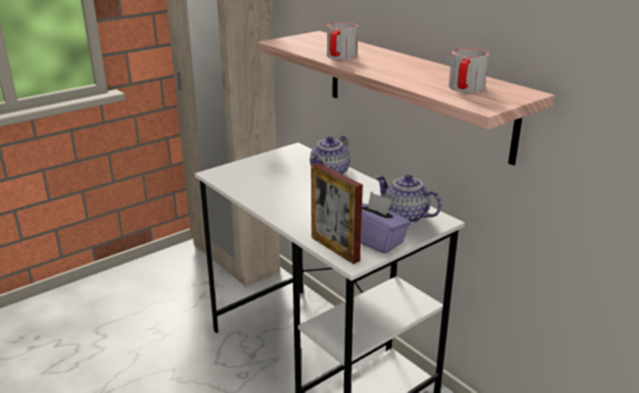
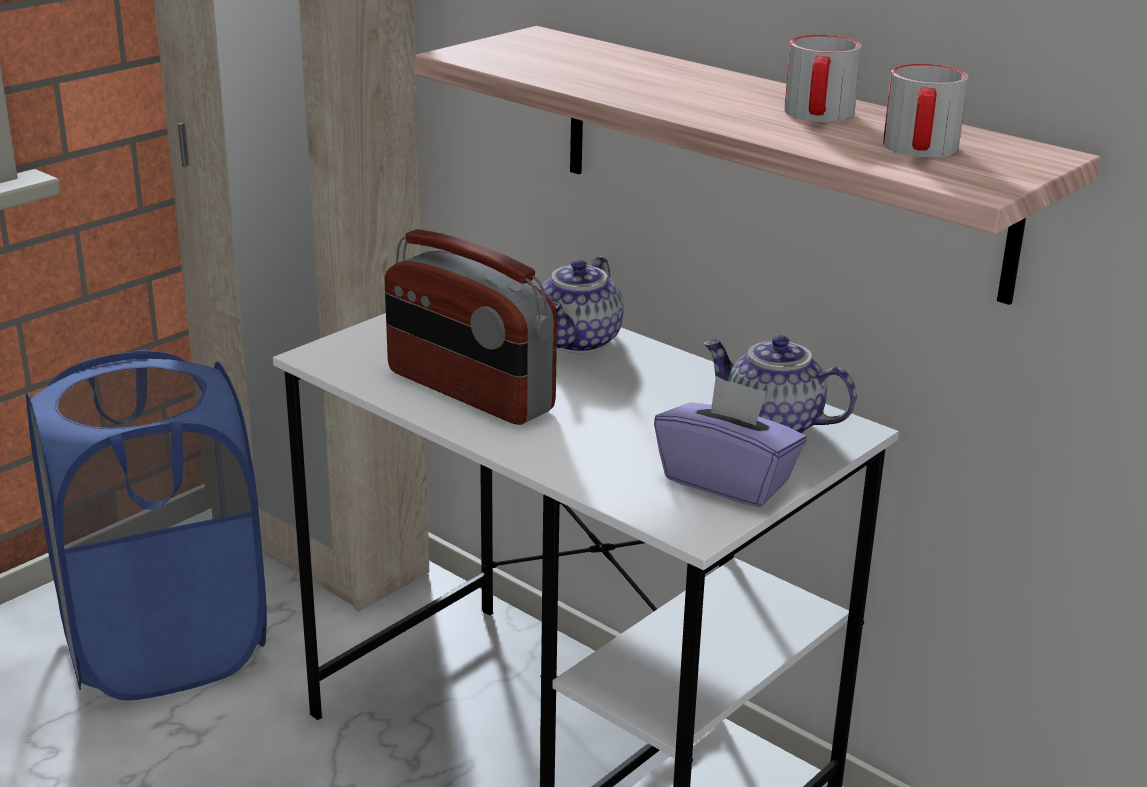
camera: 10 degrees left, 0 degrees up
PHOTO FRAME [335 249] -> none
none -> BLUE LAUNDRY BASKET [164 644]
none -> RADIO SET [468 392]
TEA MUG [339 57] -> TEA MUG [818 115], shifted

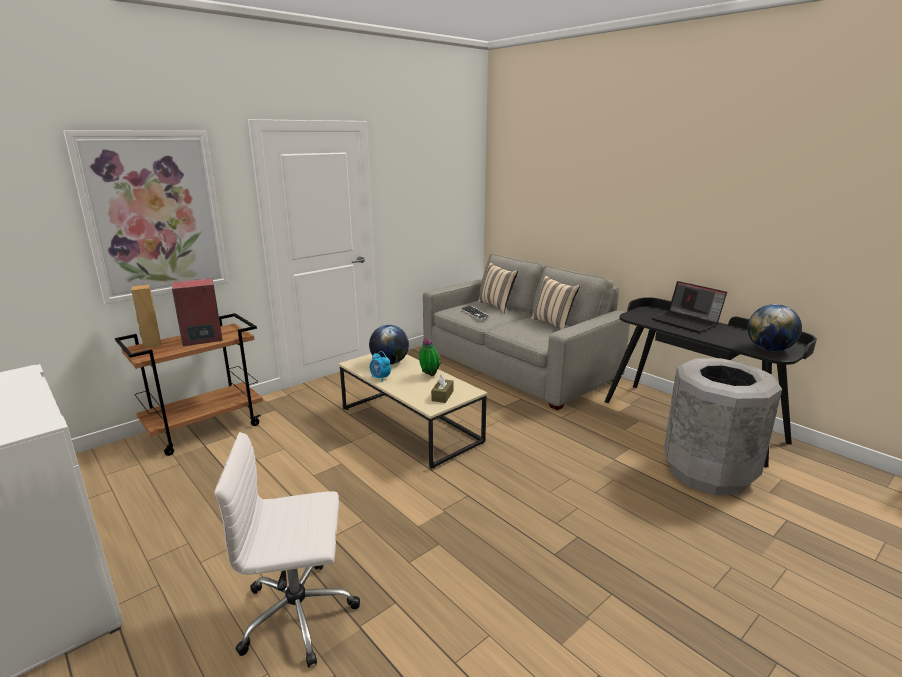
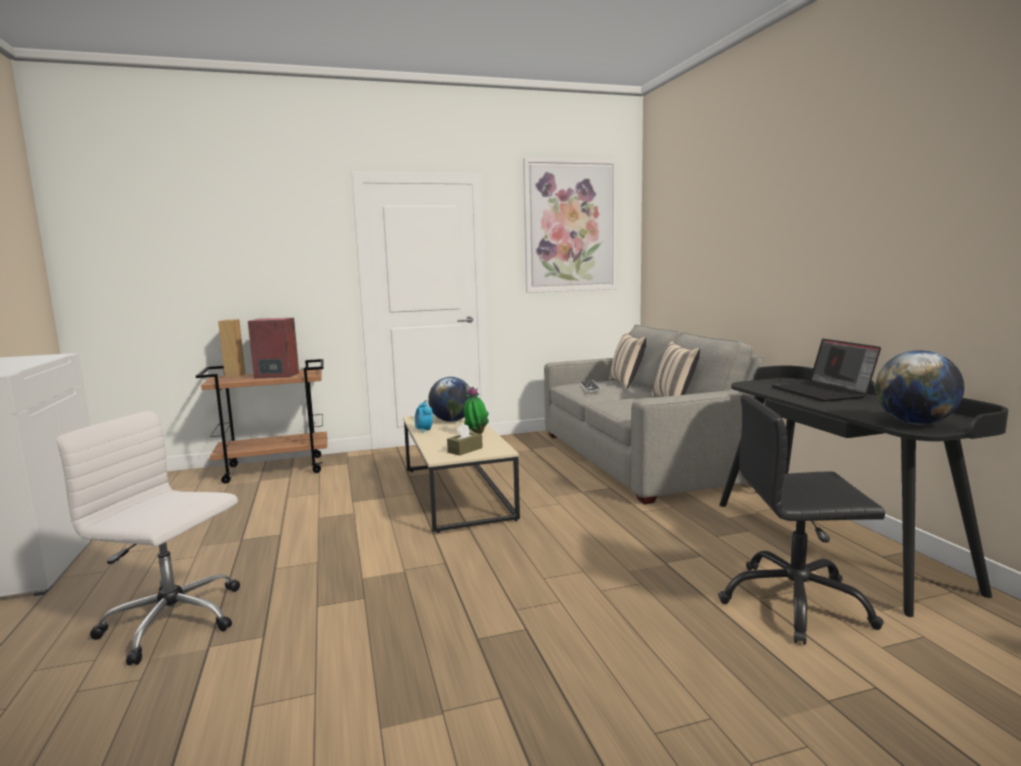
camera: 25 degrees right, 10 degrees down
WALL ART [154 215] -> WALL ART [570 226], shifted
GREYISH WASTE BIN [707 472] -> BLACK-COLOURED OFFICE CHAIR [795 603]

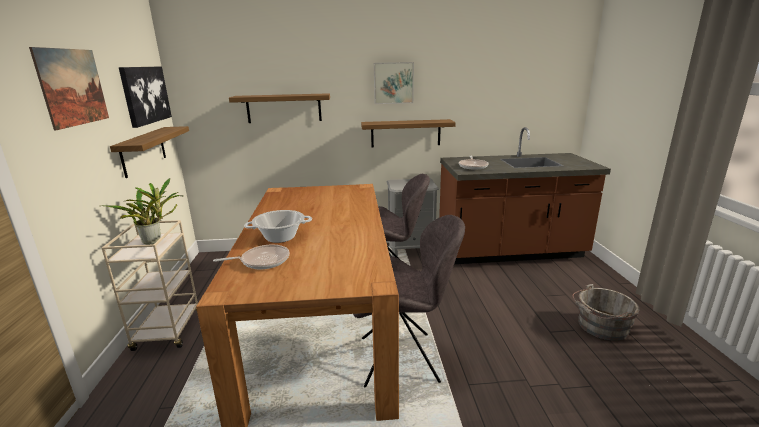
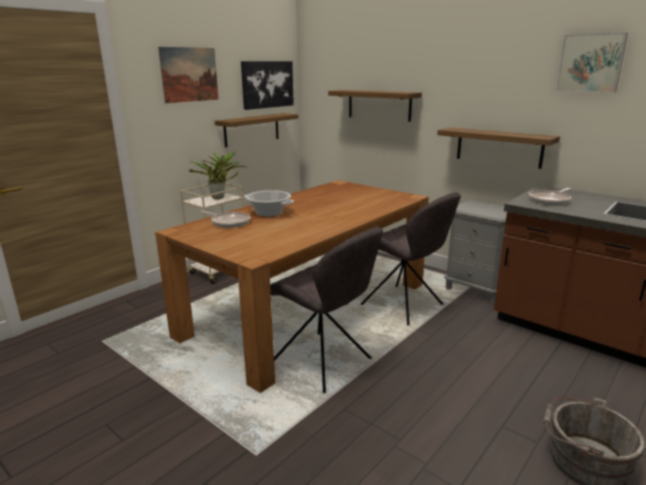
camera: 45 degrees right, 0 degrees up
WALL ART [393 83] -> WALL ART [591 63], shifted

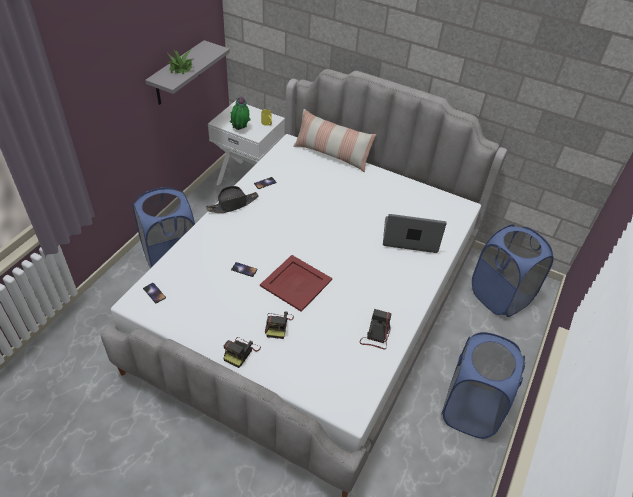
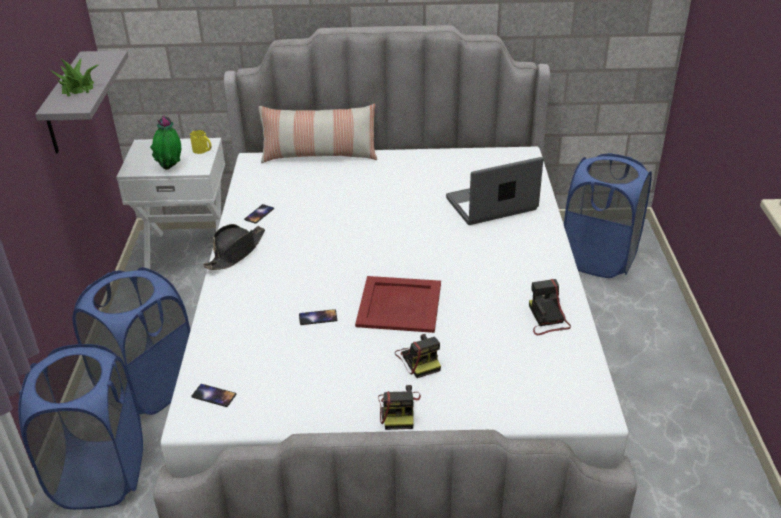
camera: 25 degrees left, 10 degrees down
BLUE LAUNDRY BASKET [470 409] -> BLUE LAUNDRY BASKET [100 474], shifted

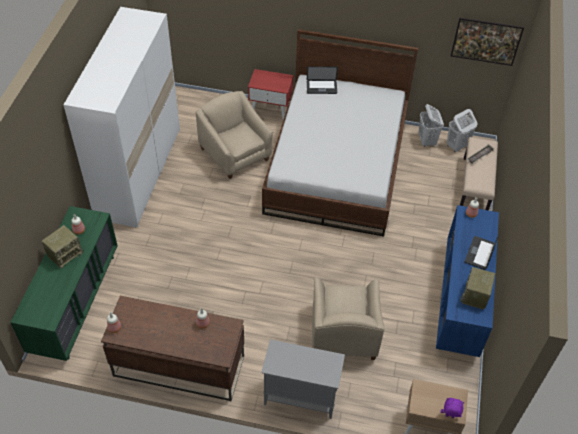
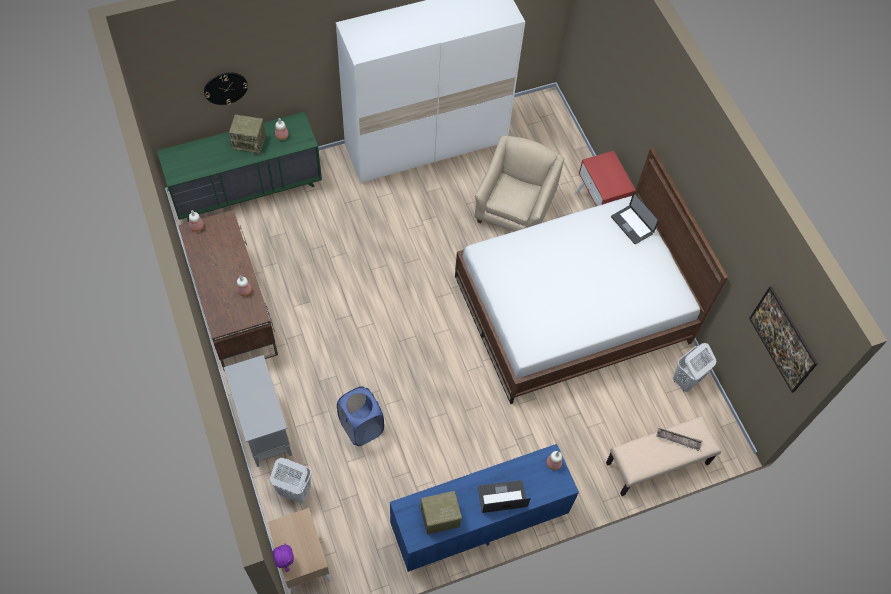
camera: 55 degrees right, 10 degrees up
none -> HANGING CLOCK [225 88]
WHITISH LAUNDRY BASKET [457 146] -> WHITISH LAUNDRY BASKET [294 490], shifted
BEIGE EASY CHAIR [343 332] -> BLUE LAUNDRY BASKET [361 427]

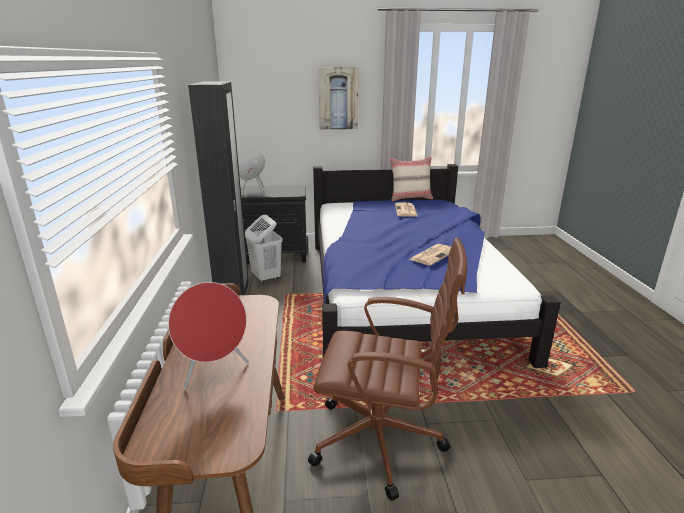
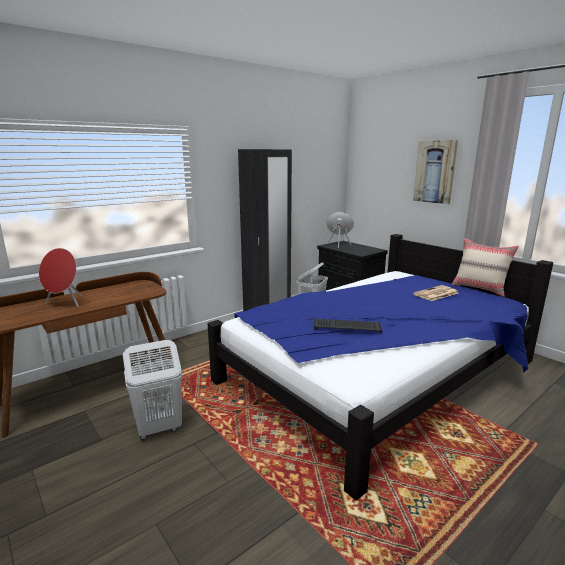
camera: 55 degrees right, 5 degrees down
BROWNISH OFFICE CHAIR [381 441] -> WHITISH LAUNDRY BASKET [158 428]
DAILY PAPER [433 255] -> PC KEYBOARD [347 326]

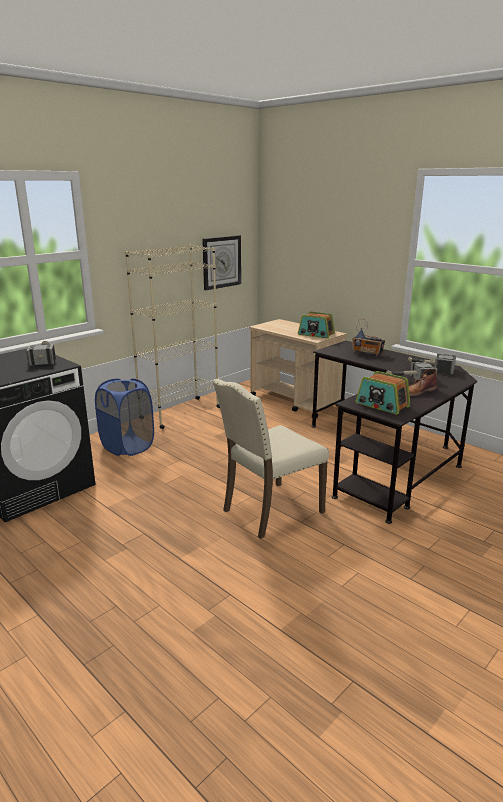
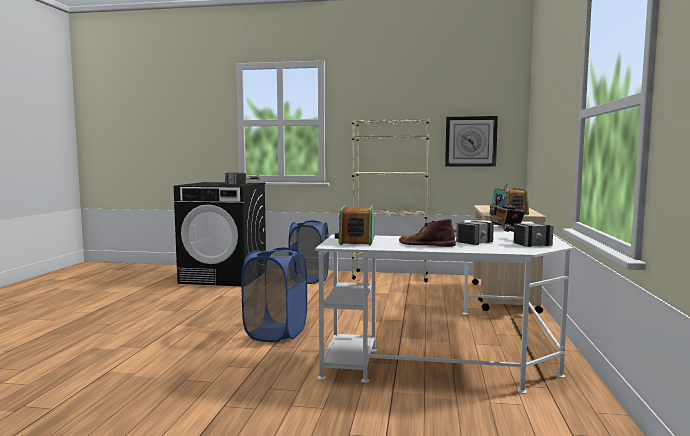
camera: 55 degrees right, 15 degrees down
BEIGE PLAIN CHAIR [270 511] -> BLUE LAUNDRY BASKET [276 333]
BLACK-COLOURED DESK [386 457] -> WHITISH DESK [464 352]

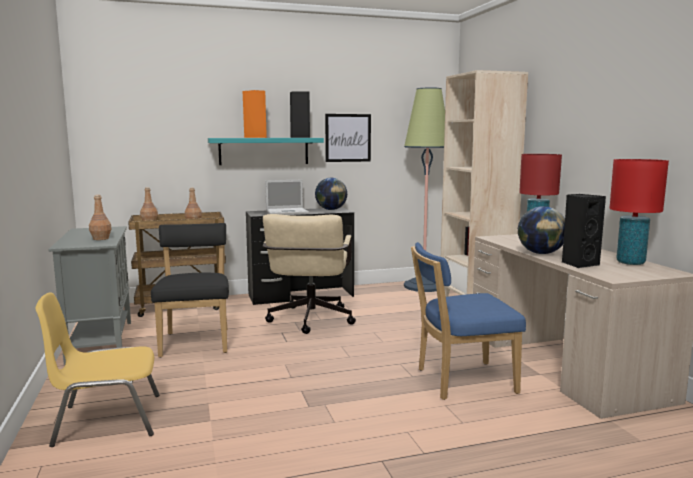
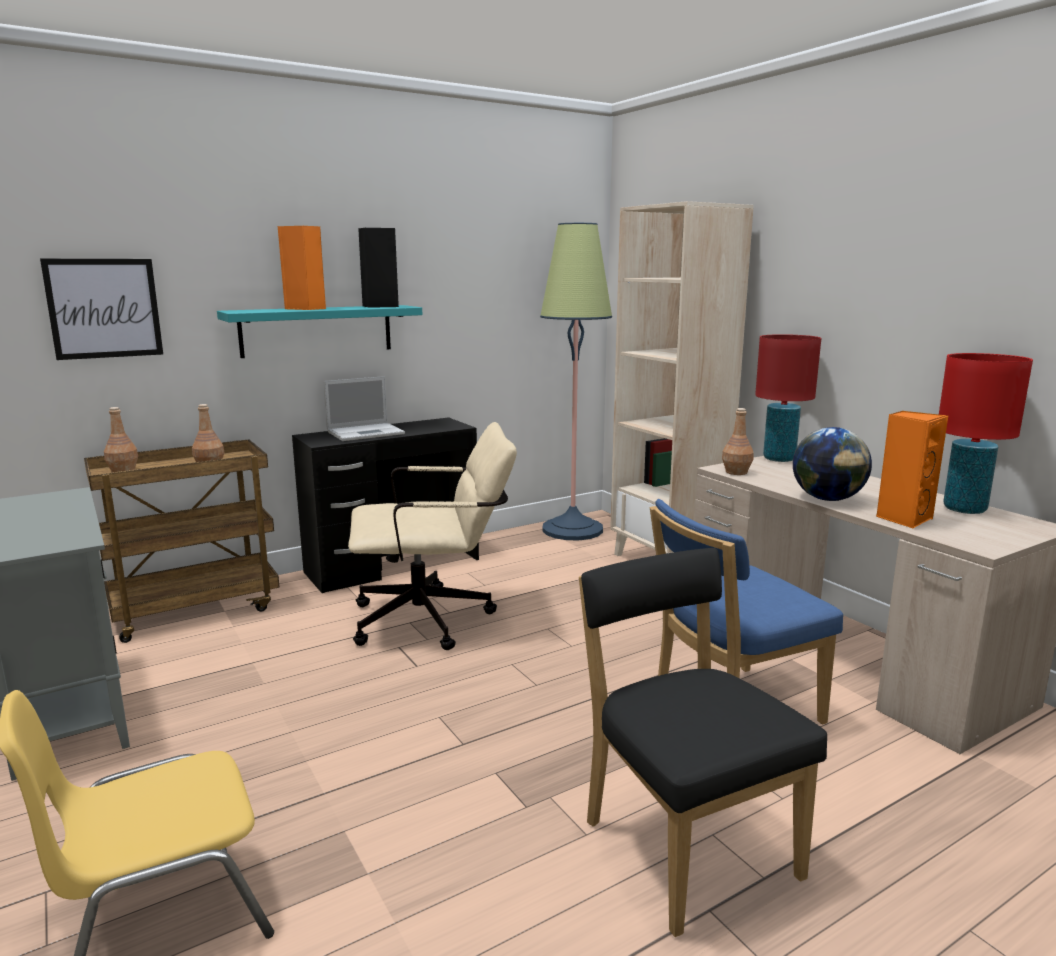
camera: 15 degrees left, 5 degrees up
GLOBE [331 209] -> none
BROWNISH BEVERAGE BOTTLE [101 238] -> BROWNISH BEVERAGE BOTTLE [736 472], shifted
BLACK-COLOURED PLAIN CHAIR [196 341] -> BLACK-COLOURED PLAIN CHAIR [684 843], shifted
WALL ART [348 138] -> WALL ART [104 308], shifted
BLACK-COLOURED AUDIO SPEAKER [579 264] -> ORANGEY AUDIO SPEAKER [903 518]
BEIGE OFFICE CHAIR [310 322] -> BEIGE OFFICE CHAIR [435 619], 90 degrees counterclockwise

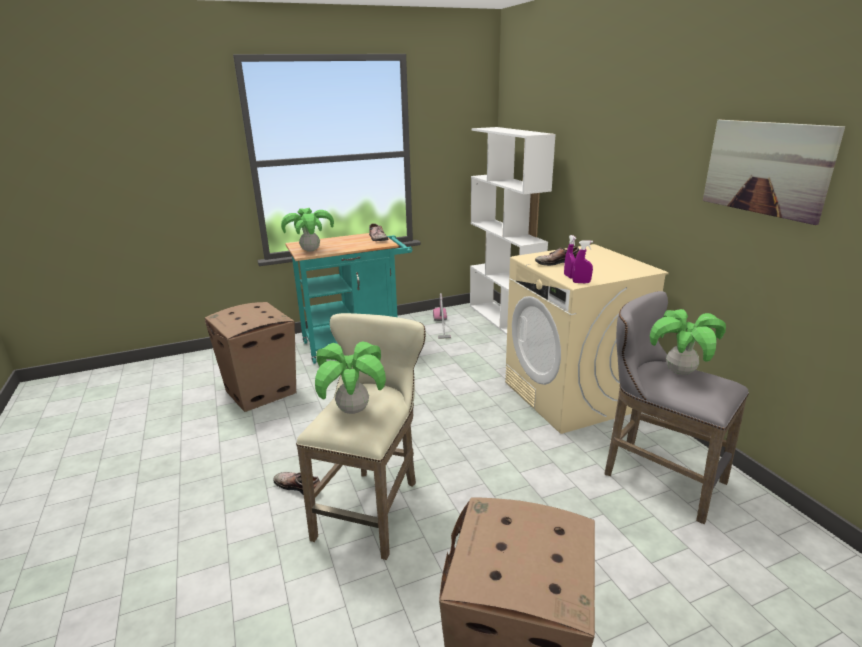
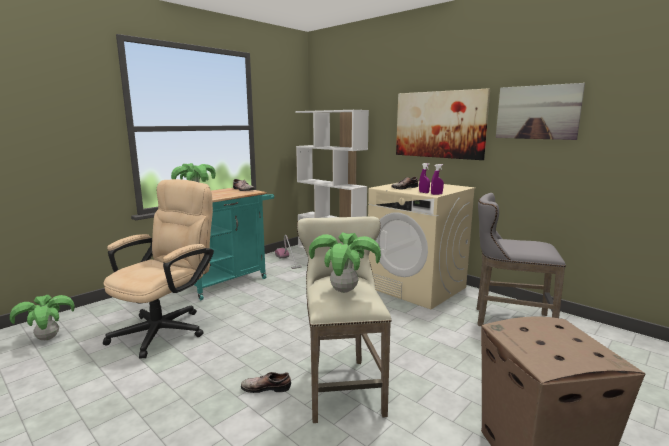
camera: 25 degrees left, 10 degrees down
none -> WALL ART [439 124]
PLANT IN A POT [680 372] -> PLANT IN A POT [48 338], shifted
PACKING BOX [261 392] -> BEIGE OFFICE CHAIR [167 328]

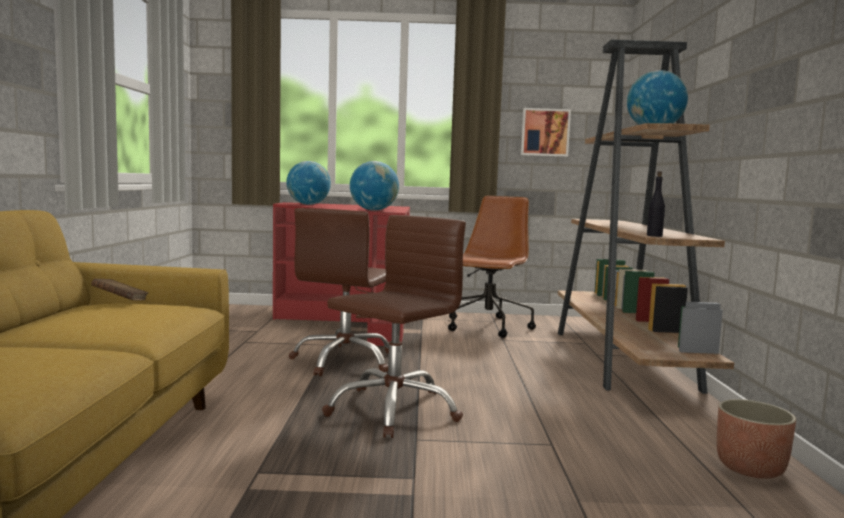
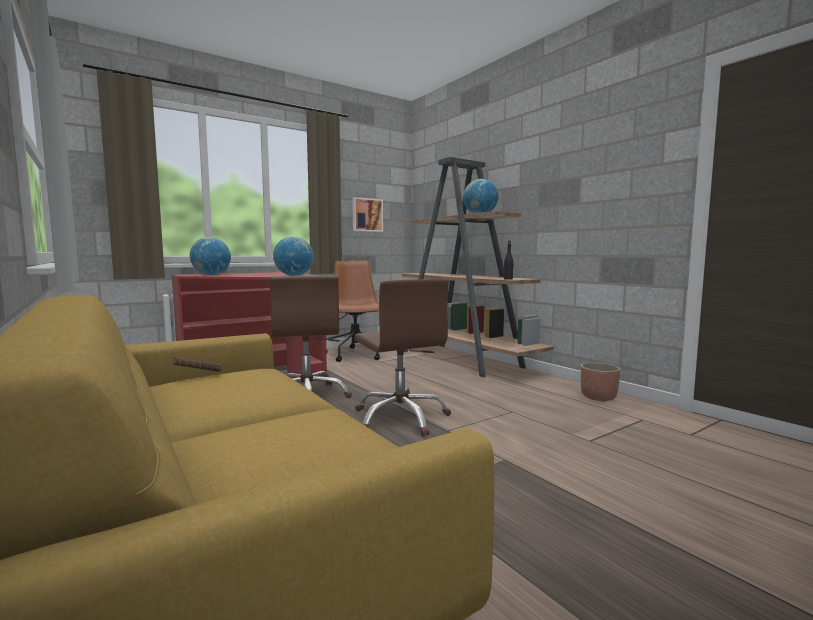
camera: 35 degrees left, 0 degrees up
BROWNISH OFFICE CHAIR [393 409] -> BROWNISH OFFICE CHAIR [401 418], 150 degrees clockwise

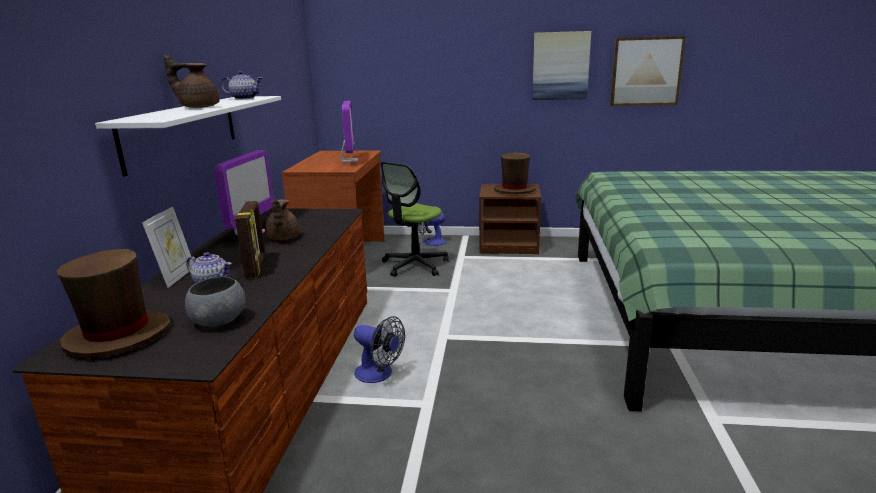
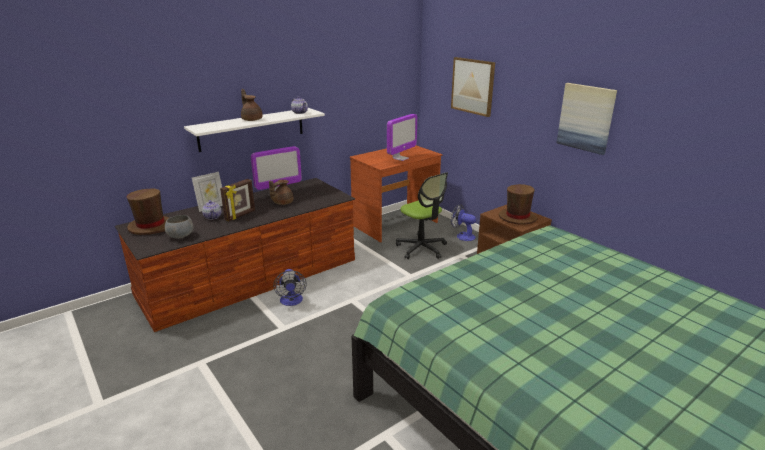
camera: 45 degrees right, 5 degrees up
WALL ART [646 71] -> WALL ART [473 86], shifted
OFFICE CHAIR [415 265] -> OFFICE CHAIR [421 248], 120 degrees counterclockwise

